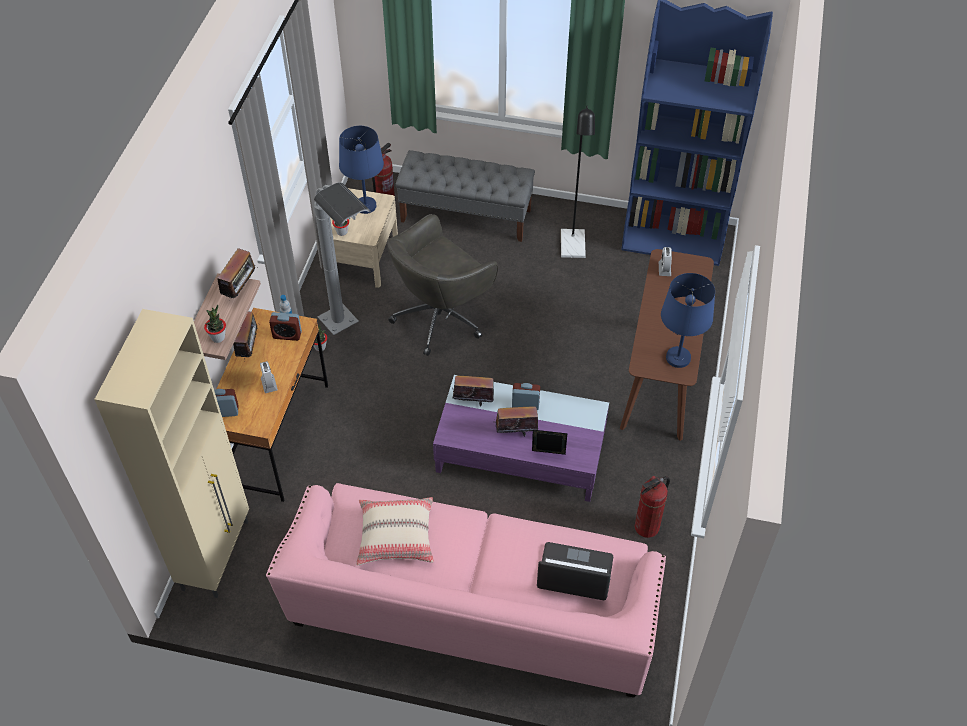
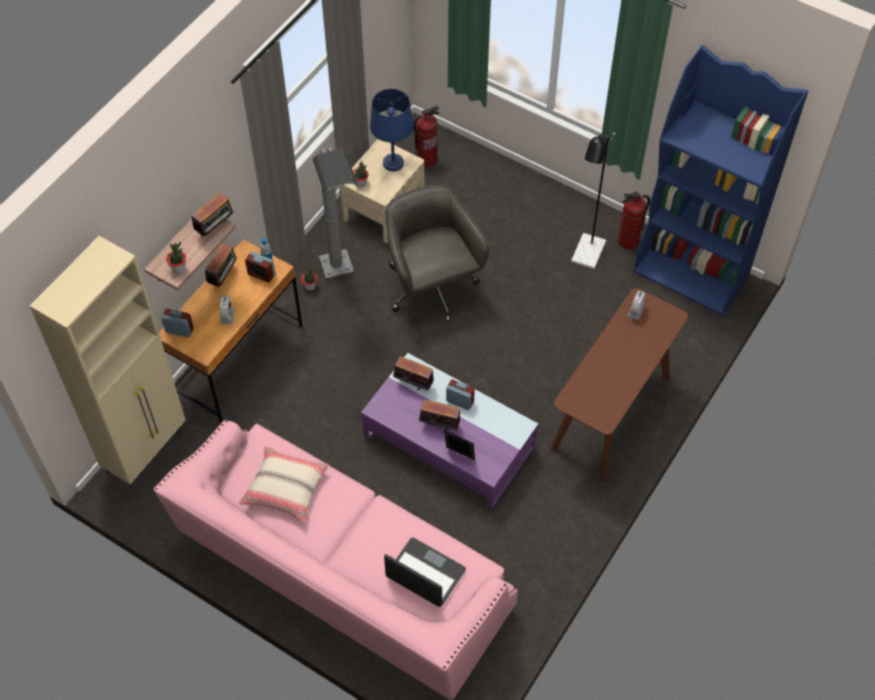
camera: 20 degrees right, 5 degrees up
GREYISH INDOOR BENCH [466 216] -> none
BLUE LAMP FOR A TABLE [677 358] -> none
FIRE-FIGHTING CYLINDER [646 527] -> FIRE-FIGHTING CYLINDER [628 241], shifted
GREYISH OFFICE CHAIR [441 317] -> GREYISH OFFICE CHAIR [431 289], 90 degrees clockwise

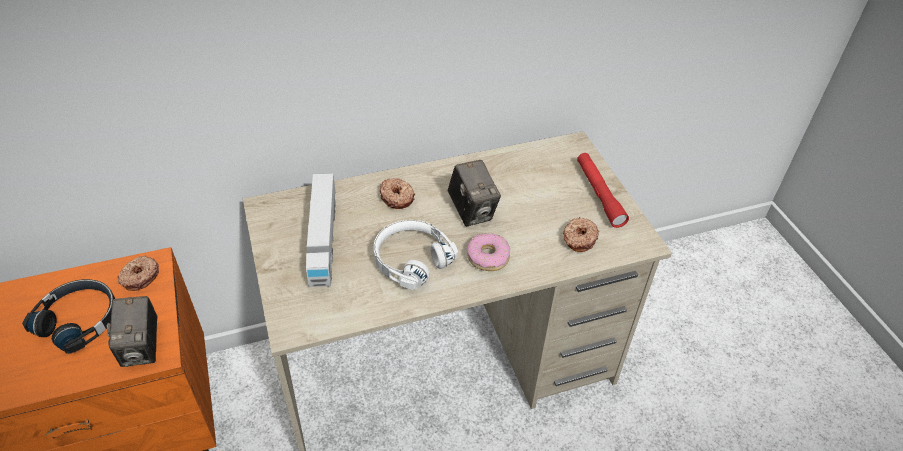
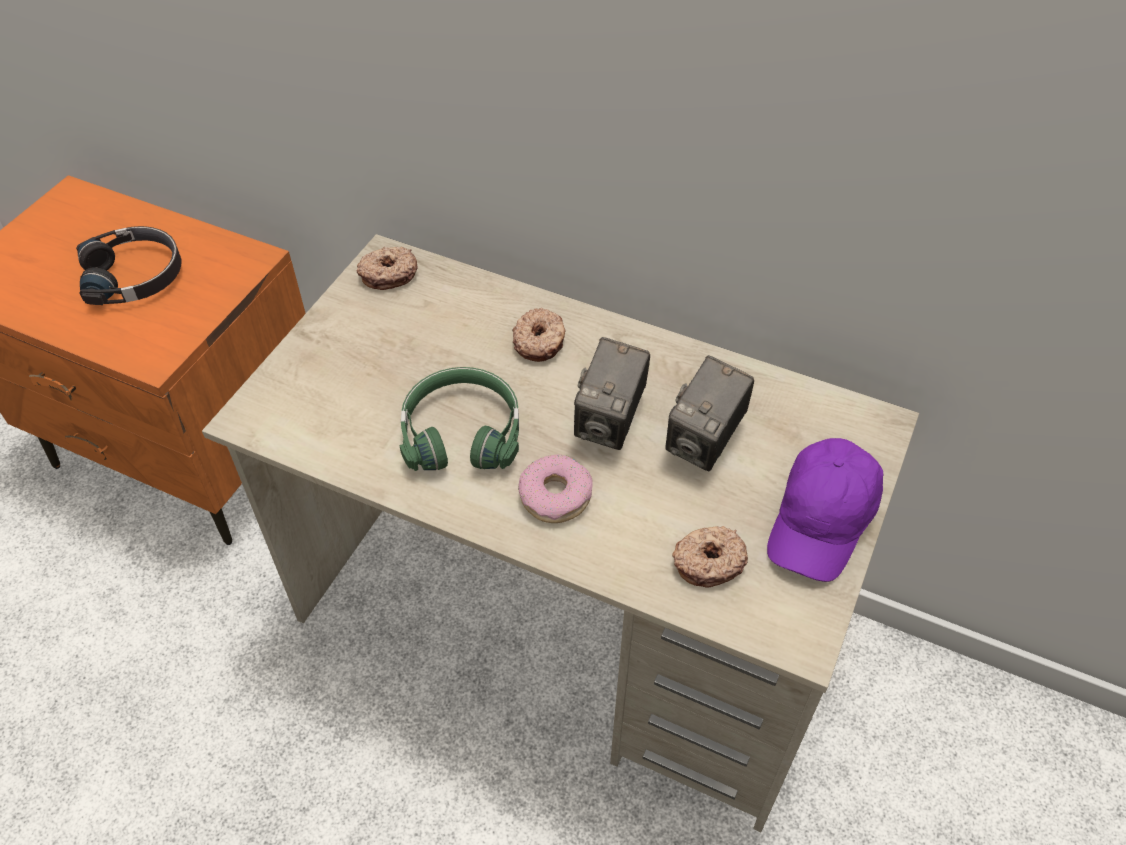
camera: 45 degrees right, 5 degrees up
TOY TRUCK [323 239] -> none
STILL CAMERA [142 347] -> STILL CAMERA [704 441], shifted
DONUT [140 277] -> DONUT [388 274], shifted
REDDISH TORCH [599 194] -> PURPLISH BASEBALL CAP [821 521]
WHITISH PAIR OF HEADPHONES [411 259] -> GREEN PAIR OF HEADPHONES [462 431]

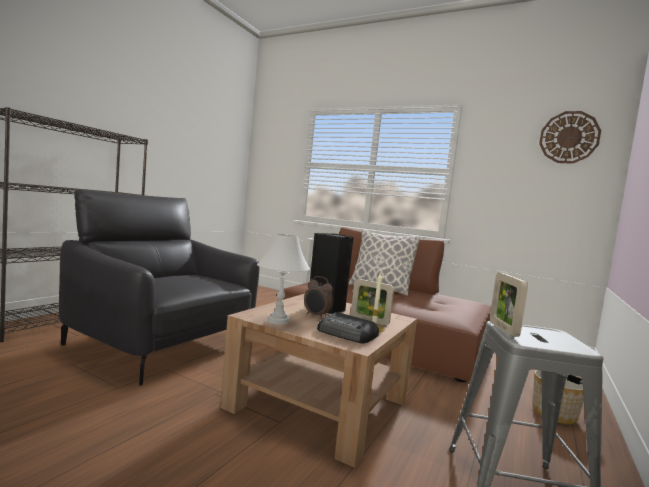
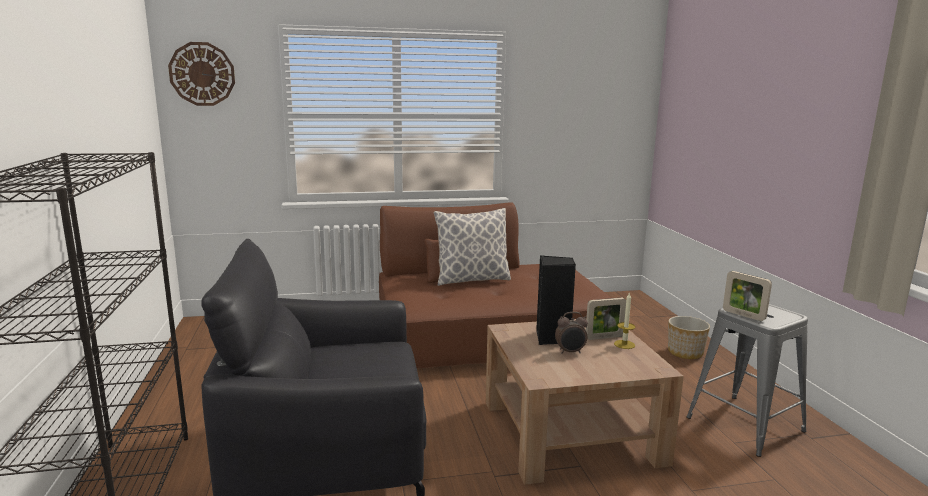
camera: 40 degrees left, 10 degrees up
WHITISH LAMP FOR A TABLE [278 321] -> none
RADIO SET [347 334] -> none
HANGING CLOCK [569 137] -> HANGING CLOCK [202 74], shifted

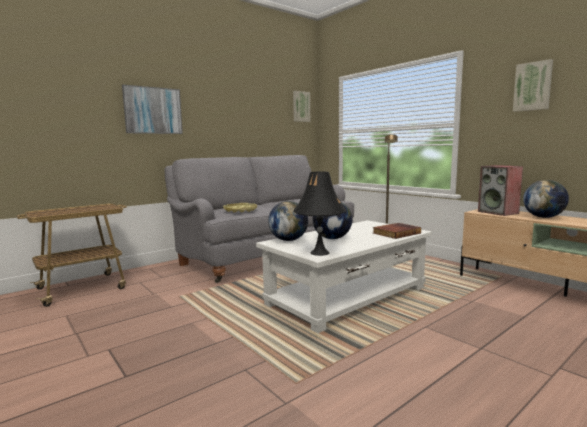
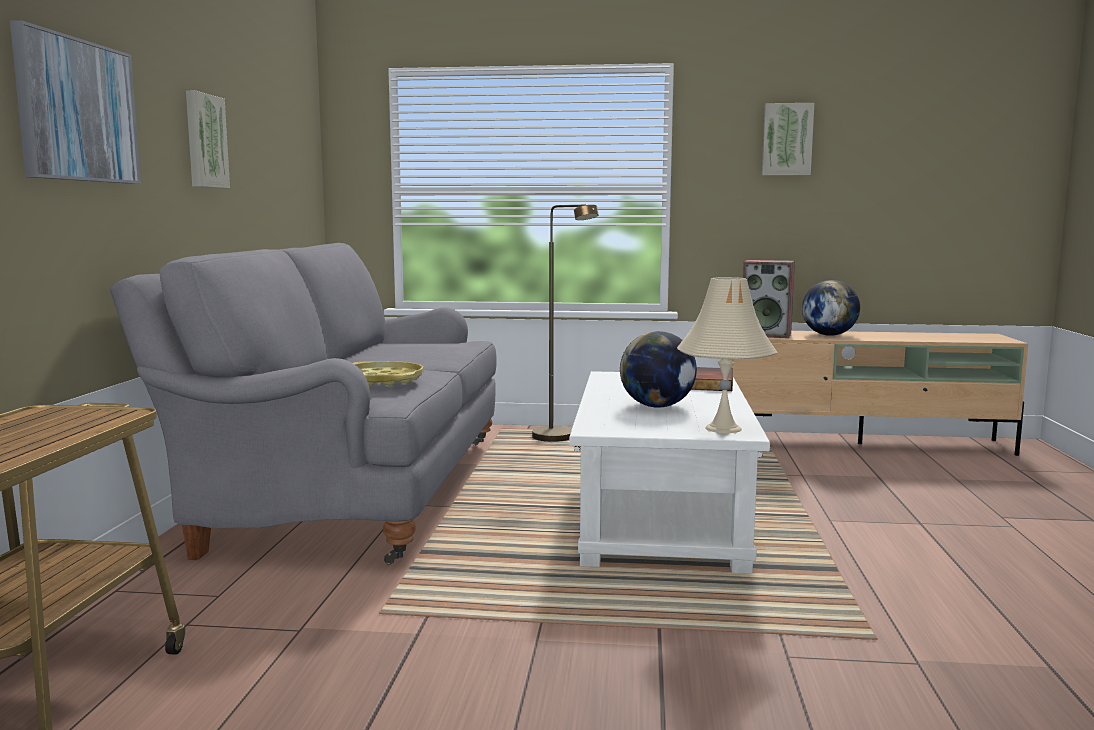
camera: 45 degrees left, 0 degrees up
GLOBE [288 240] -> none
WALL ART [301 106] -> WALL ART [204 141], shifted
BLACK-COLOURED LAMP FOR A TABLE [320 253] -> BEIGE LAMP FOR A TABLE [723 428]

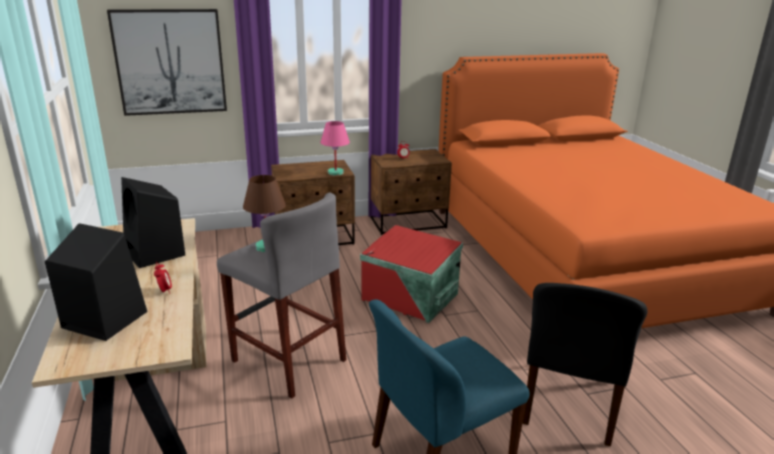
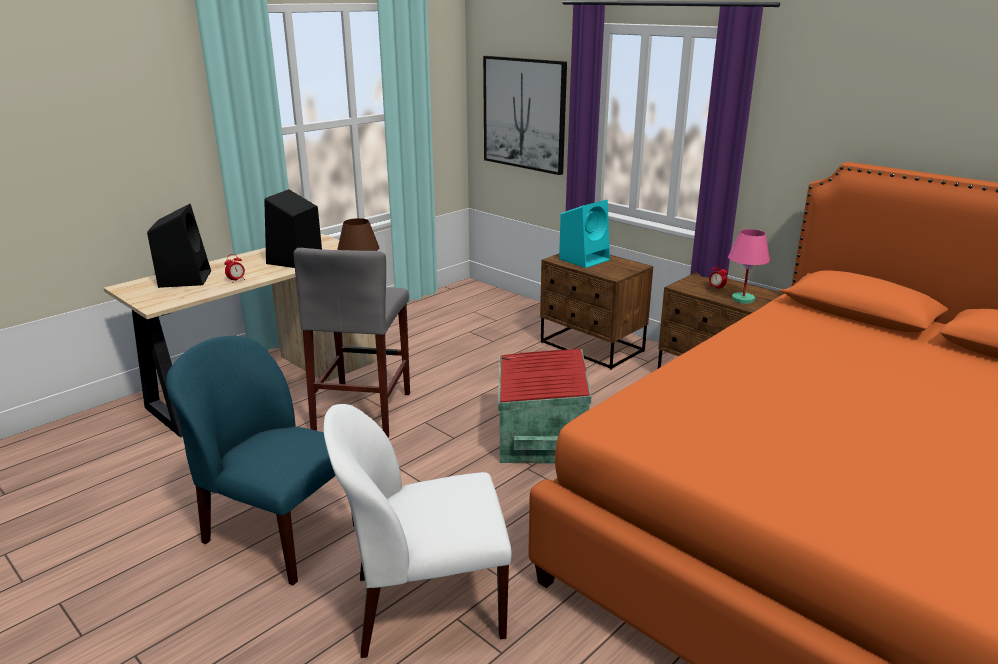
camera: 60 degrees right, 0 degrees up
none -> BLUE-GREEN AUDIO SPEAKER [585 259]
PINK-COLOURED LAMP FOR A TABLE [335 173] -> PINK-COLOURED LAMP FOR A TABLE [742 299], shifted
BLACK-COLOURED PLAIN CHAIR [569 403] -> WHITISH PLAIN CHAIR [425 606]

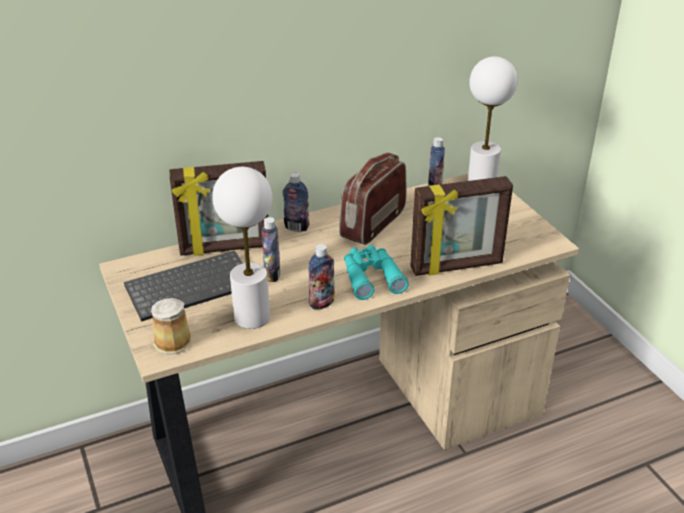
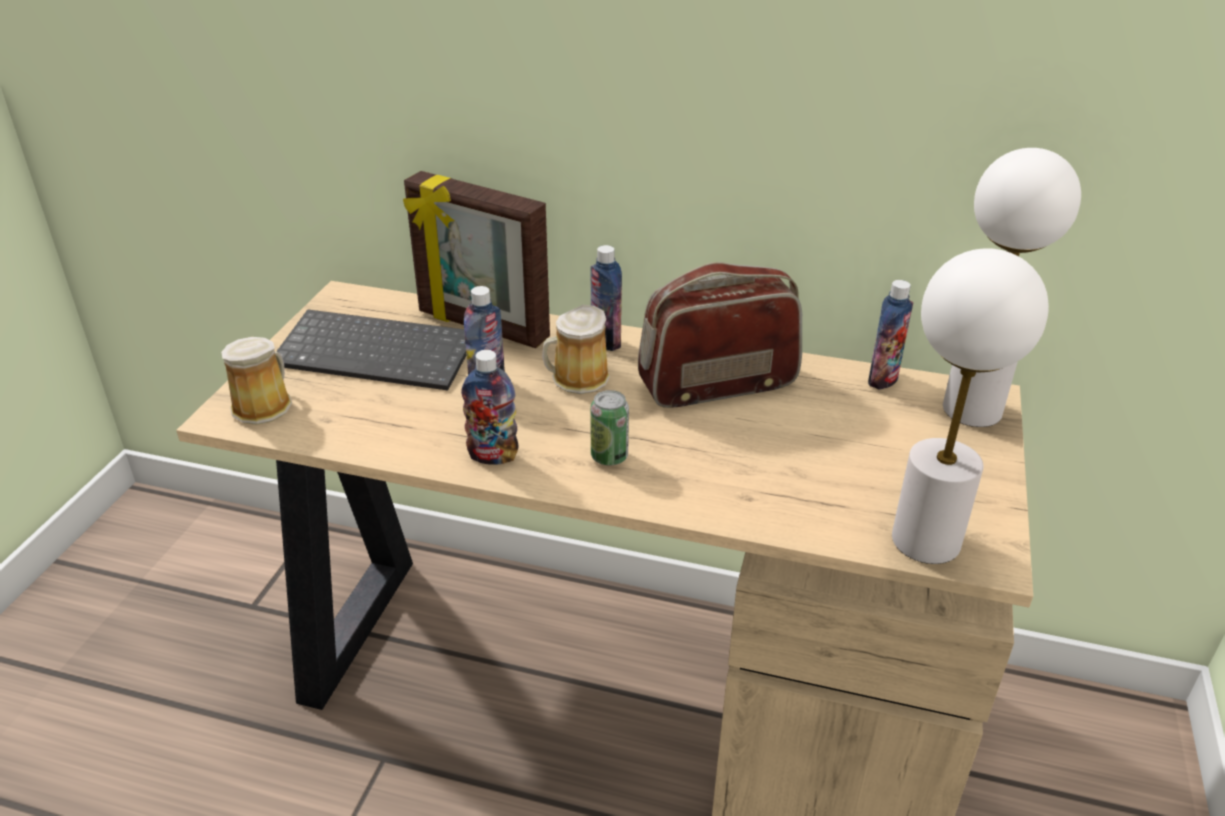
camera: 40 degrees right, 0 degrees up
PHOTO FRAME [457 267] -> none
none -> TEA MUG [576 379]
WHITISH LAMP FOR A TABLE [251 317] -> WHITISH LAMP FOR A TABLE [925 539], shifted
BLUE-GREEN BINOCULARS [371 277] -> SEALED CAN [609 456]

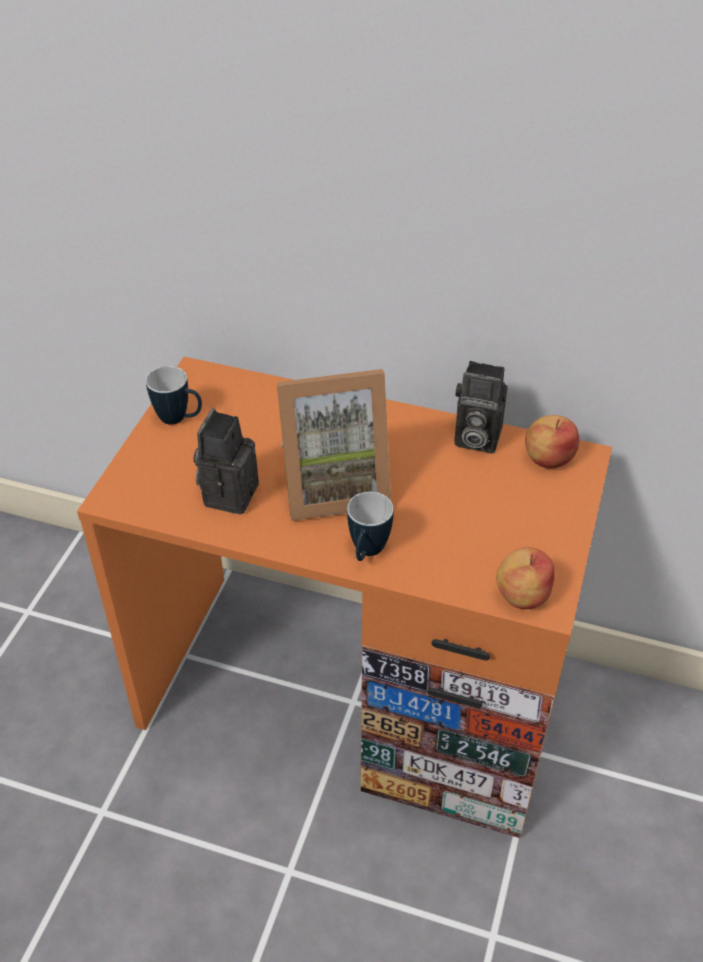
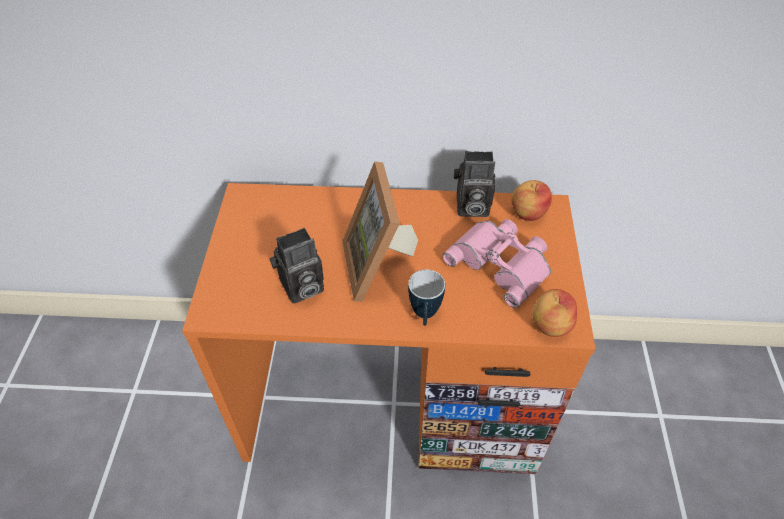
camera: 15 degrees left, 5 degrees up
TEA MUG [179 419] -> none
none -> PINK-COLOURED BINOCULARS [502 263]
STILL CAMERA [228 492] -> STILL CAMERA [301 289], 120 degrees counterclockwise
PHOTO FRAME [333 486] -> PHOTO FRAME [380 266], 105 degrees clockwise

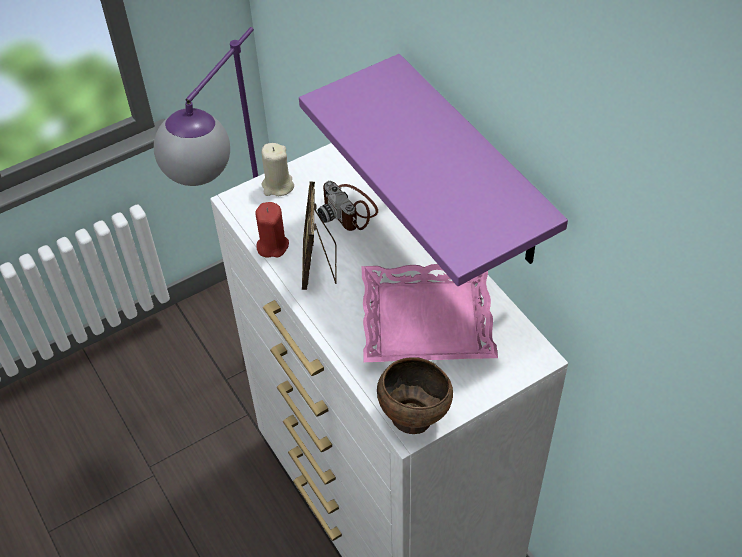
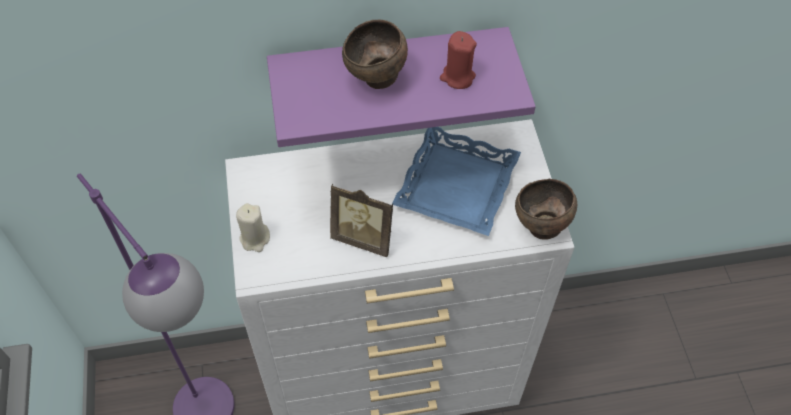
camera: 70 degrees left, 5 degrees up
STILL CAMERA [349 210] -> none
none -> BROWNISH SERVING BOWL [376 79]
REDDISH CANDLE [272 245] -> REDDISH CANDLE [457 77], shifted
PINK-COLOURED SERVING TRAY [426 321] -> BLUE SERVING TRAY [457 186]

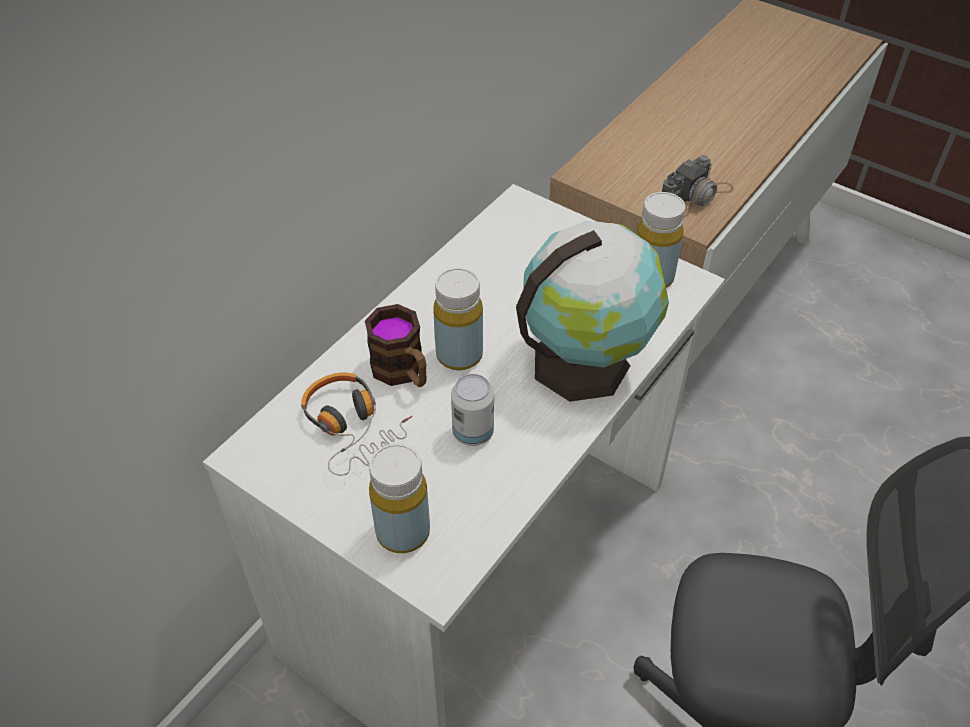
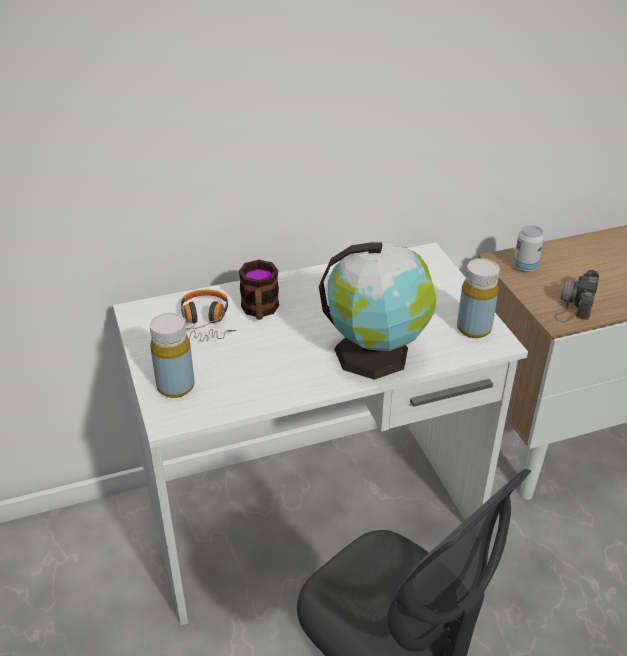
camera: 35 degrees right, 10 degrees down
YELLOW BEVERAGE BOTTLE [459 355] -> none
SEALED CAN [473 433] -> SEALED CAN [525 267], shifted
STILL CAMERA [696 197] -> STILL CAMERA [574 304], 120 degrees clockwise

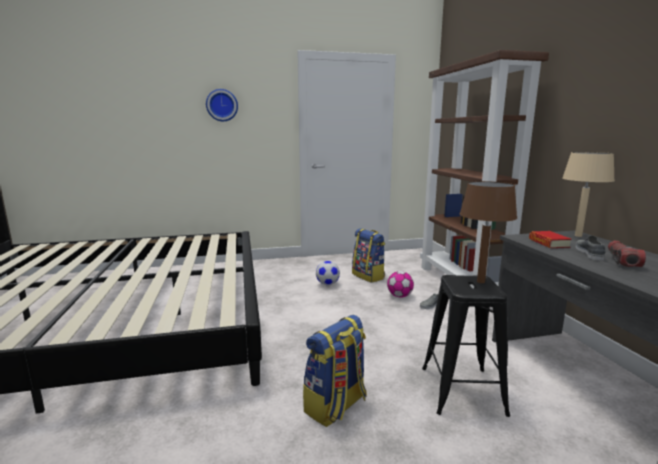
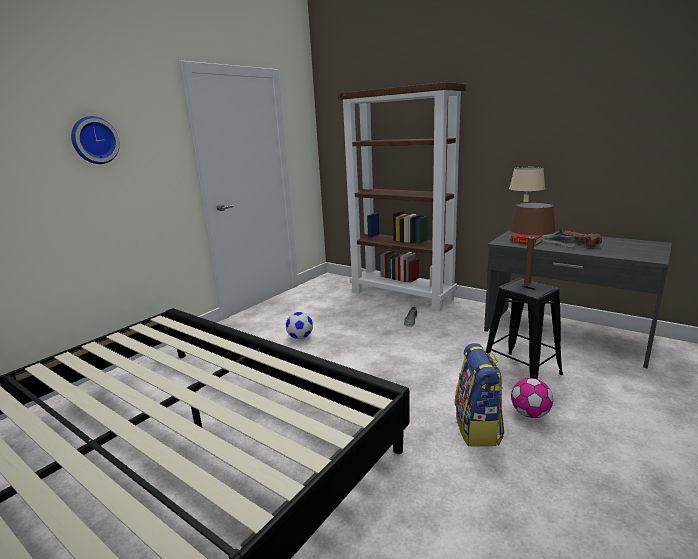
camera: 40 degrees left, 5 degrees up
BACKPACK [368 276] -> none
FOOTBALL BALL [399 296] -> FOOTBALL BALL [530 414], shifted

